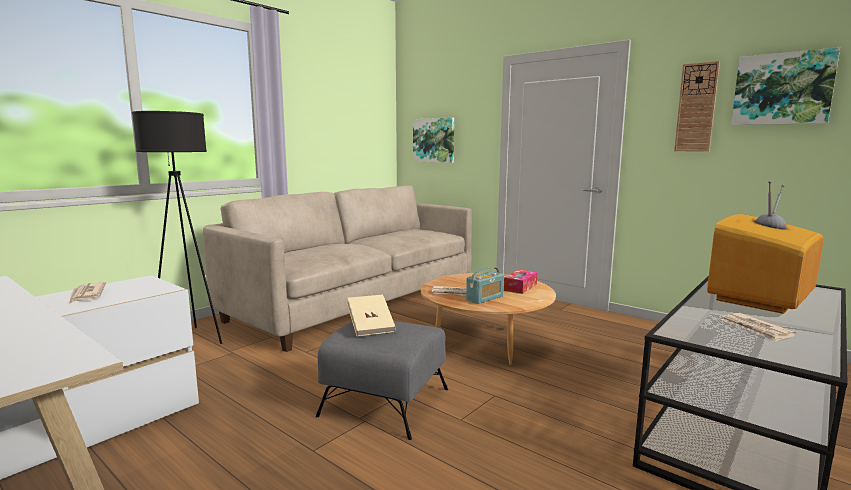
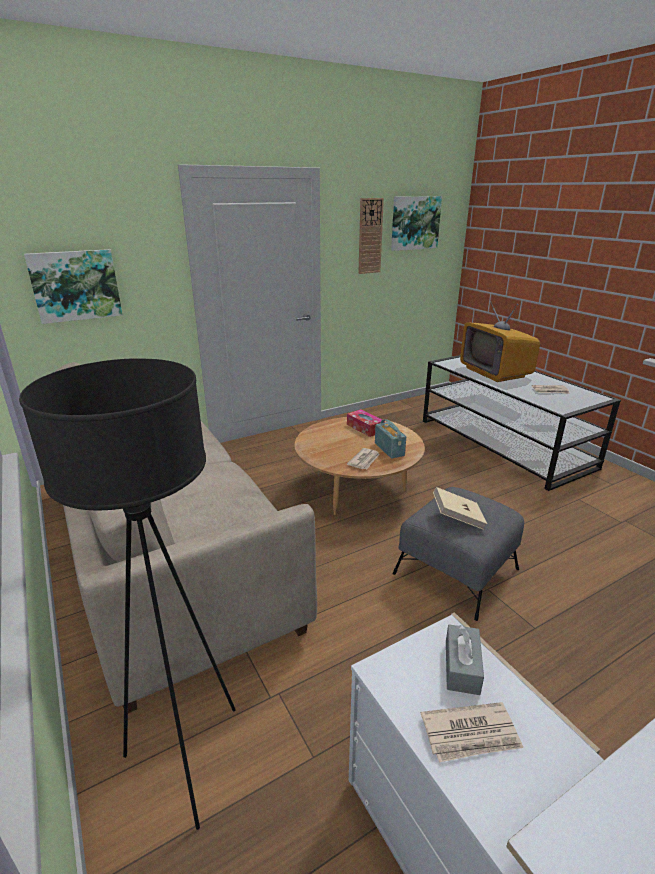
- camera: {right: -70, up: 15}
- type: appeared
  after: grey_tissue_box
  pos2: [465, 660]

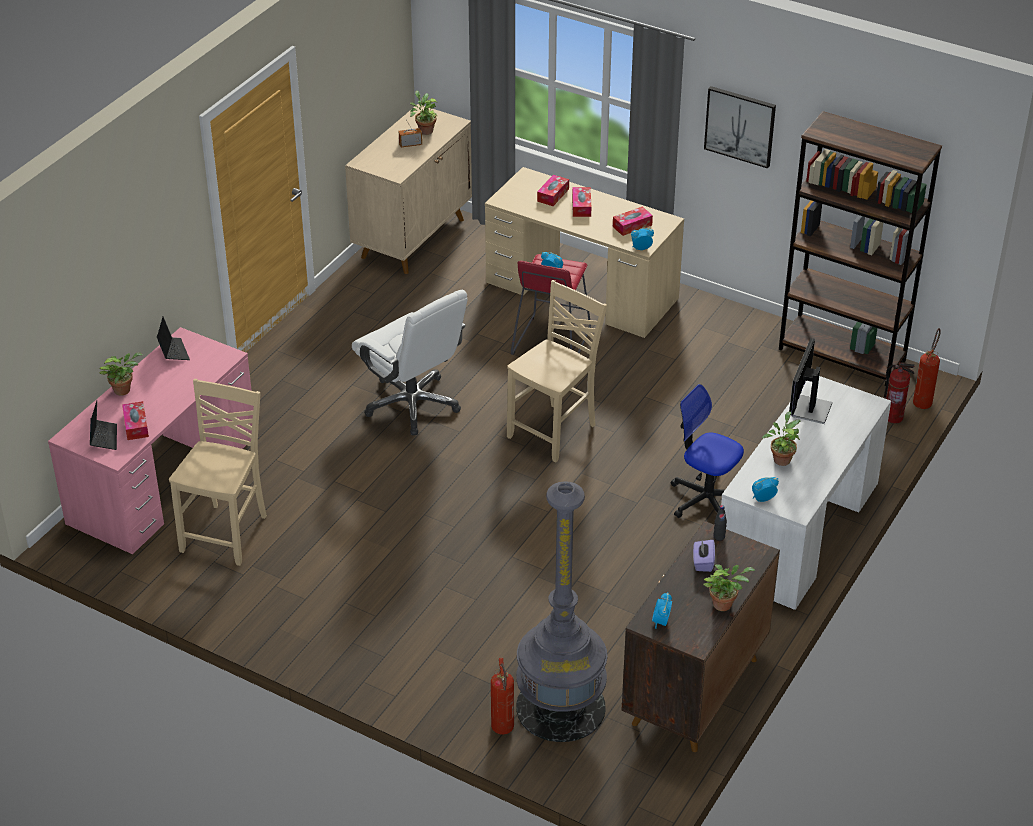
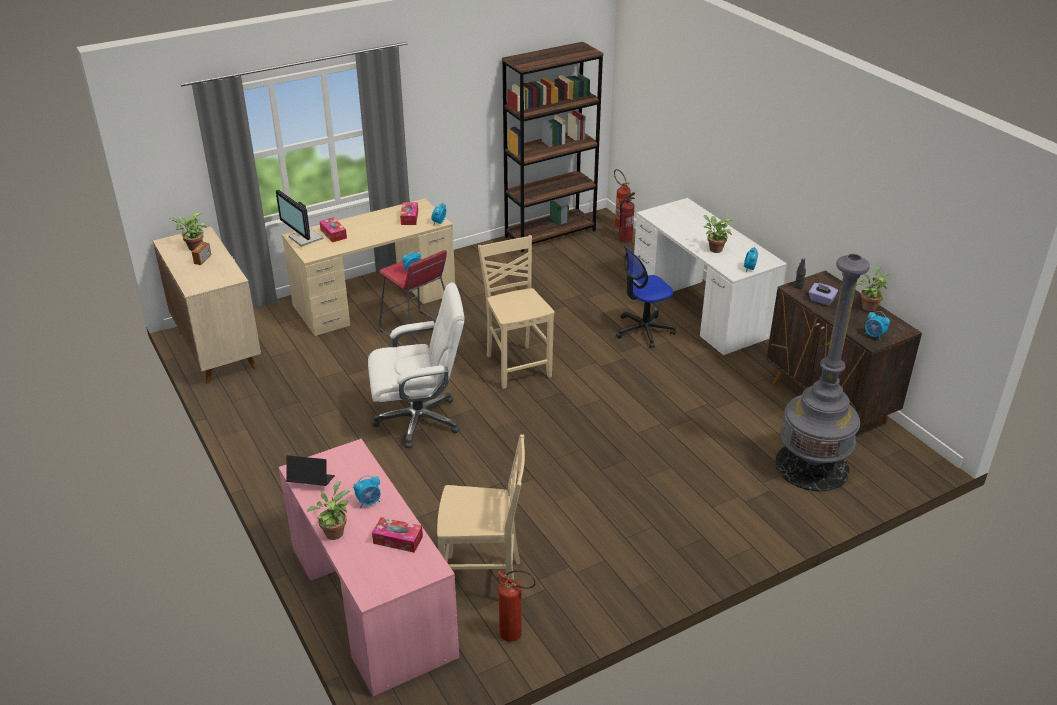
- camera: {right: -60, up: -5}
- type: missing
  before: laptop
  pos1: [103, 425]
- type: missing
  before: tissue_box
  pos1: [581, 202]
- type: missing
  before: picture
  pos1: [740, 127]
- type: appeared
  after: alarm_clock
  pos2: [366, 491]
- type: relocated
  before: fire_extinguisher
  pos1: [502, 696]
  pos2: [515, 606]
- type: relocated
  before: monitor
  pos1: [810, 381]
  pos2: [300, 218]
- type: spun
  before: beige_chair
  pos1: [218, 472]
  pos2: [481, 507]
  turn: 135

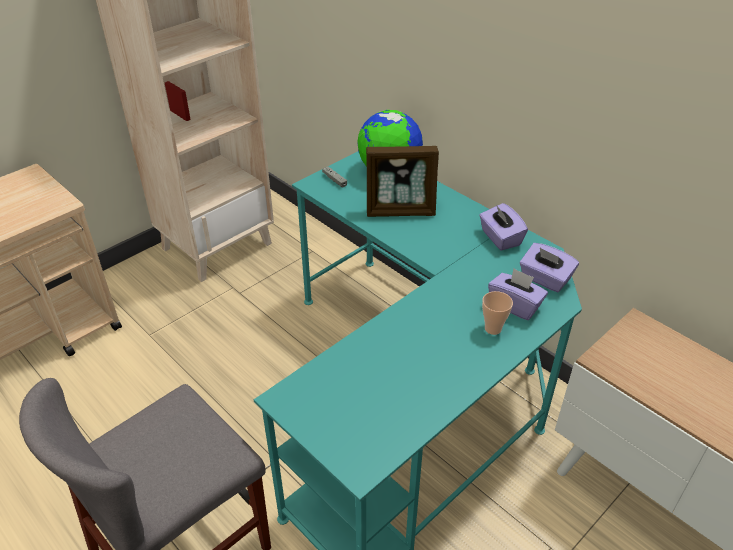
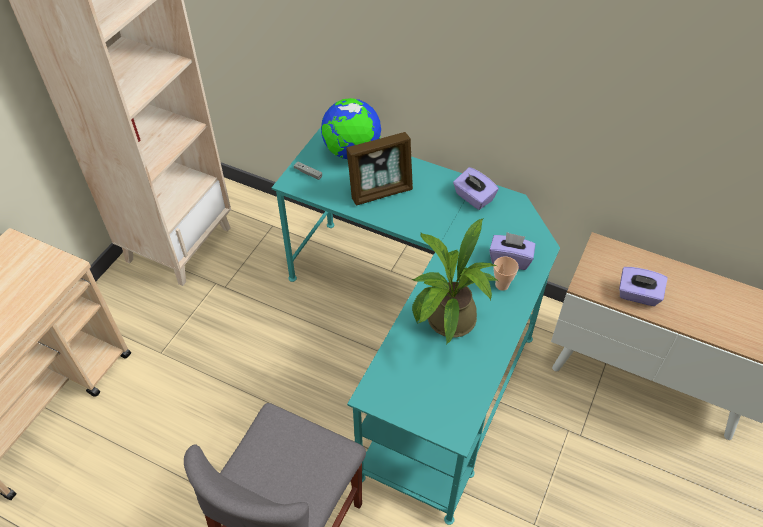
- camera: {right: -20, up: 10}
- type: appeared
  after: potted_plant
  pos2: [455, 281]
- type: relocated
  before: purple_tissue_box
  pos1: [549, 267]
  pos2: [643, 286]

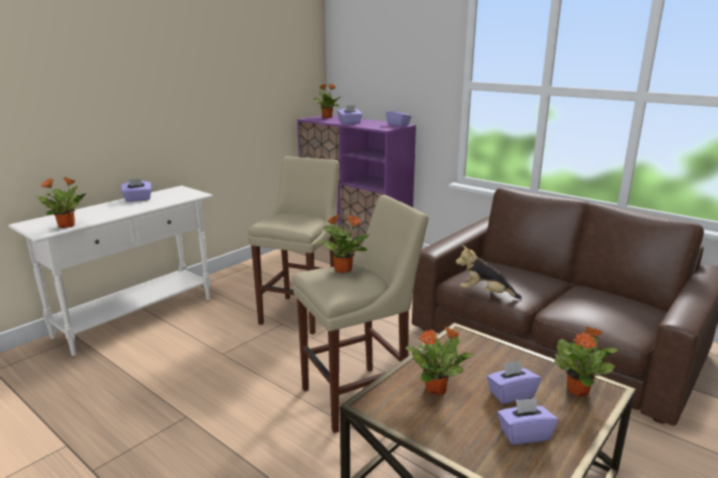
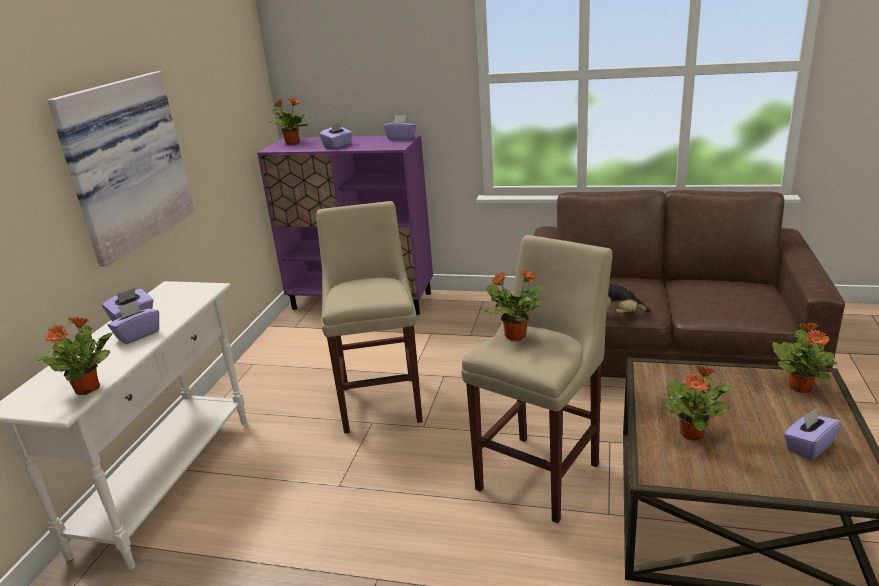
- camera: {right: -25, up: 5}
- type: appeared
  after: picture
  pos2: [121, 169]
- type: relocated
  before: purple_tissue_box
  pos1: [514, 382]
  pos2: [133, 322]

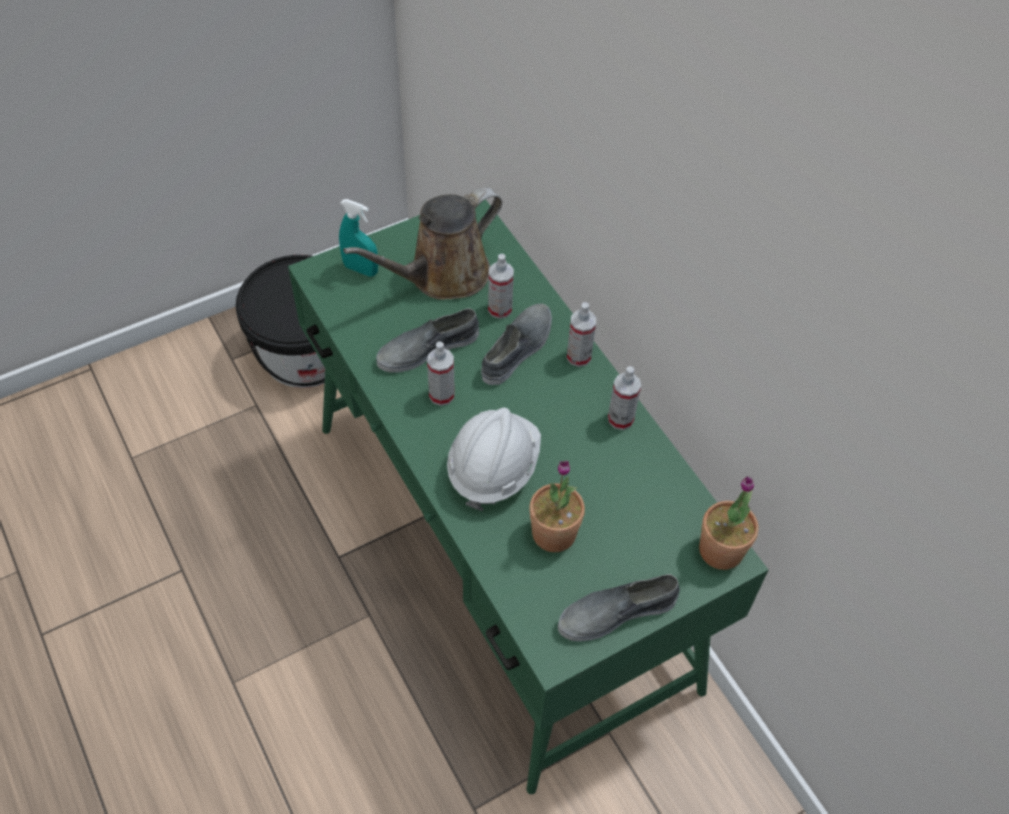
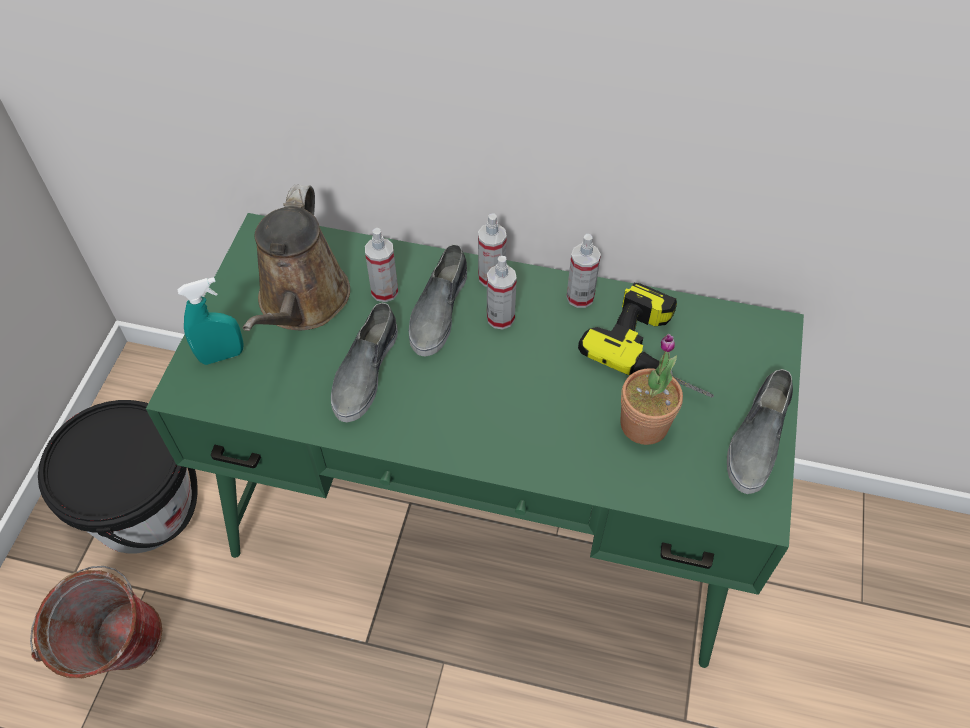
- camera: {right: -45, up: 0}
- type: missing
  before: white_hard_hat
  pos1: [494, 459]
- type: missing
  before: potted_plant
  pos1: [729, 523]
- type: appeared
  after: bucket
  pos2: [96, 622]
- type: appeared
  after: power_drill
  pos2: [646, 340]
- type: relocated
  before: spray_bottle
  pos1: [441, 374]
  pos2: [502, 293]
- type: spun
  before: grey_shoe
  pos1: [516, 344]
  pos2: [438, 300]
  turn: -150

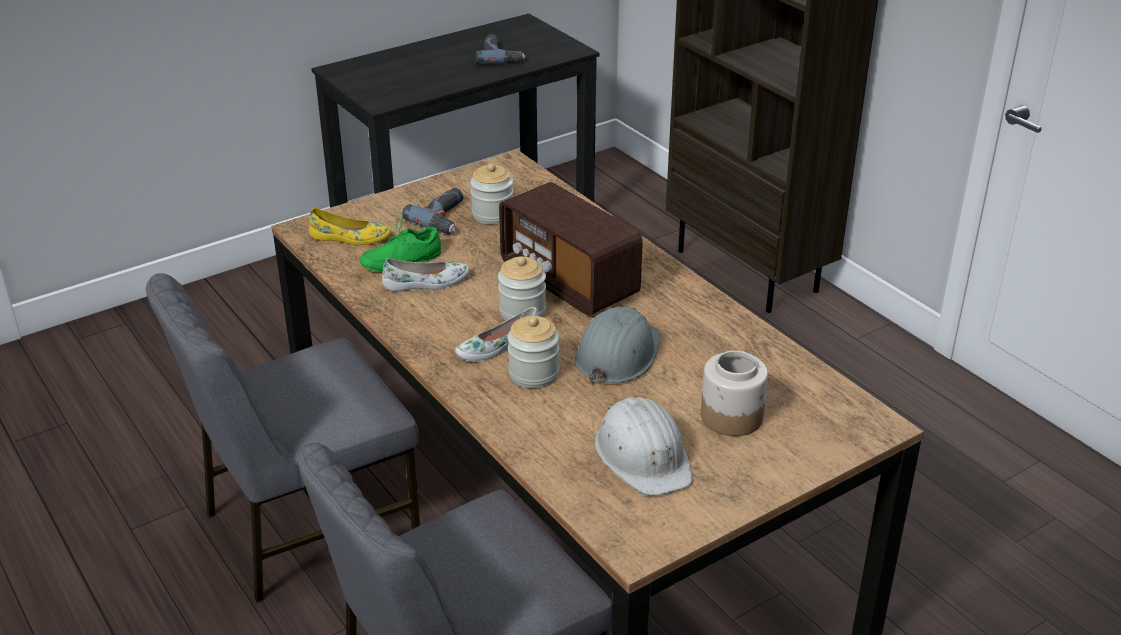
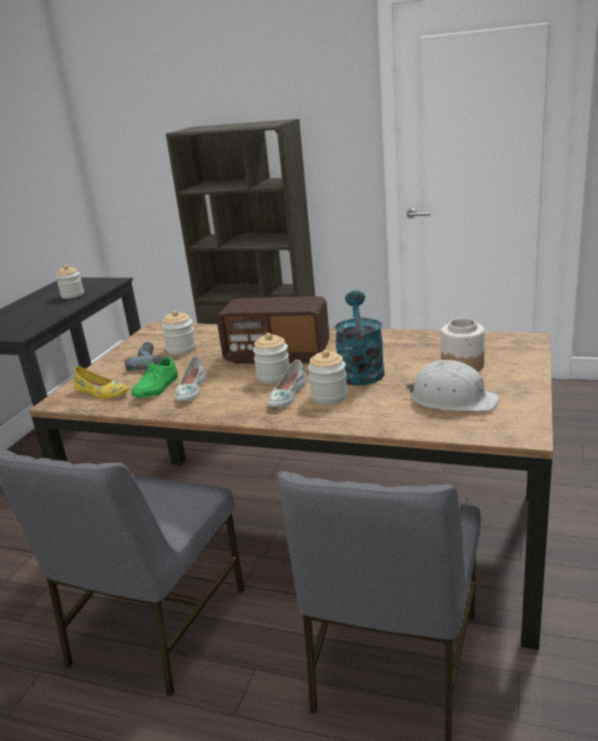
- camera: {right: -35, up: -10}
- type: exchanged
  before: power_drill
  after: jar
  pos1: [500, 49]
  pos2: [70, 282]
- type: exchanged
  before: grey_hard_hat
  after: turquoise_watering_can
  pos1: [617, 345]
  pos2: [360, 338]
- type: spun
  before: yellow_shoe
  pos1: [350, 227]
  pos2: [101, 382]
  turn: 60
- type: spun
  before: white_shoe
  pos1: [426, 274]
  pos2: [190, 378]
  turn: 150

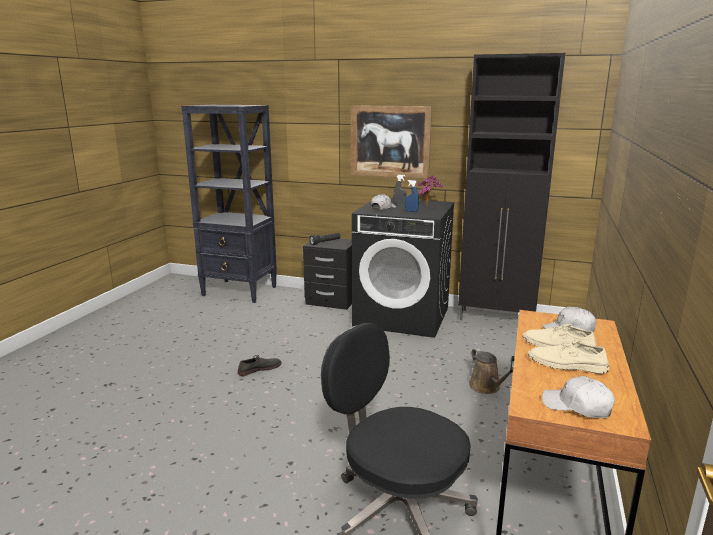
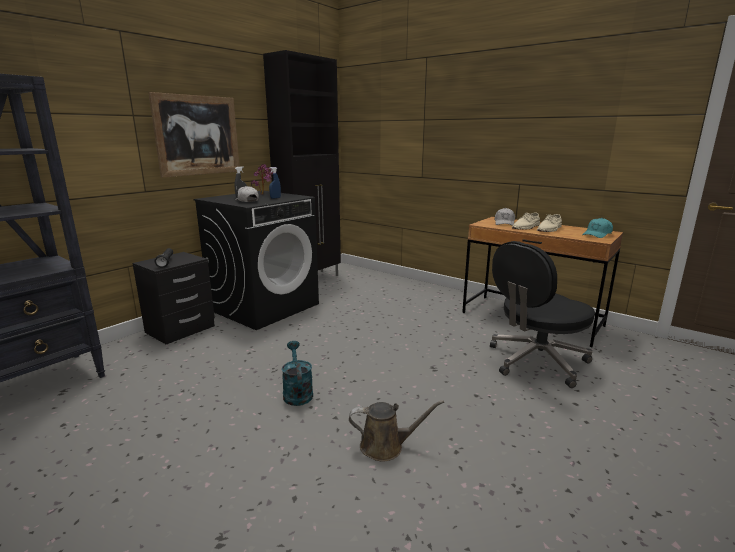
- camera: {right: -70, up: 0}
- type: relocated
  before: brown_watering_can
  pos1: [490, 371]
  pos2: [396, 431]
- type: exchanged
  before: grey_shoe
  after: turquoise_watering_can
  pos1: [260, 365]
  pos2: [297, 373]
- type: colour
  before: white_cap
  after: turquoise_cap
  pos1: [578, 397]
  pos2: [597, 228]

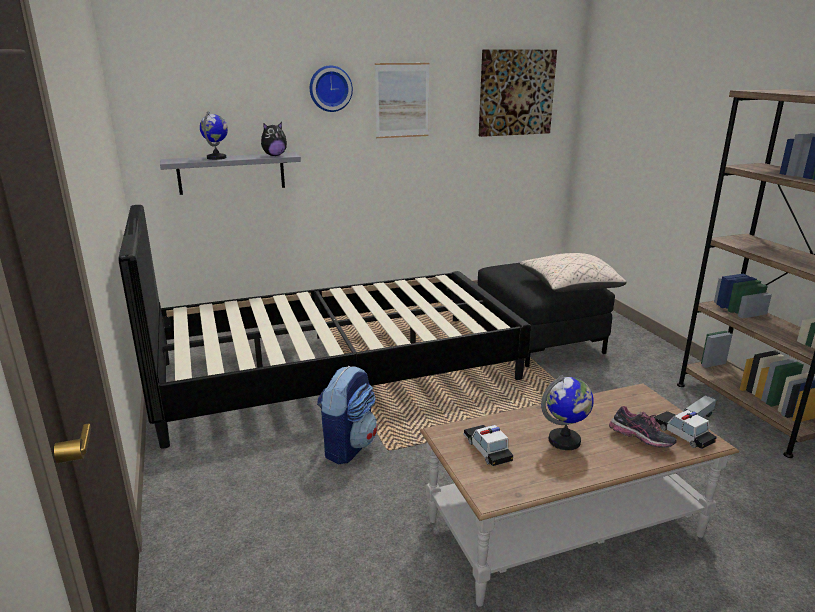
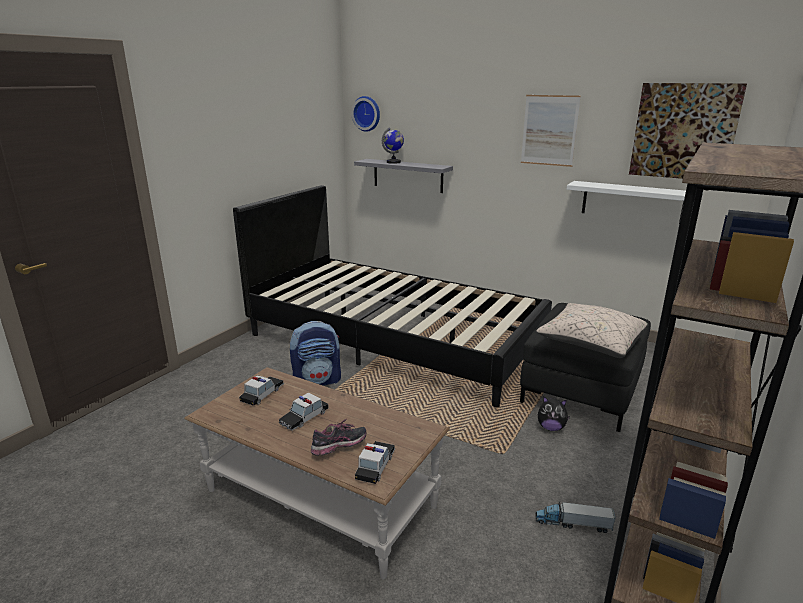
- camera: {right: 50, up: 0}
- type: appeared
  after: white_shelf
  pos2: [635, 202]
- type: relocated
  before: plush_toy
  pos1: [274, 139]
  pos2: [554, 414]
- type: relocated
  before: wall_clock
  pos1: [331, 88]
  pos2: [365, 114]
- type: exchanged
  before: globe
  after: toy_car
  pos1: [567, 412]
  pos2: [304, 411]
- type: spun
  before: shoe
  pos1: [643, 427]
  pos2: [338, 437]
  turn: -120

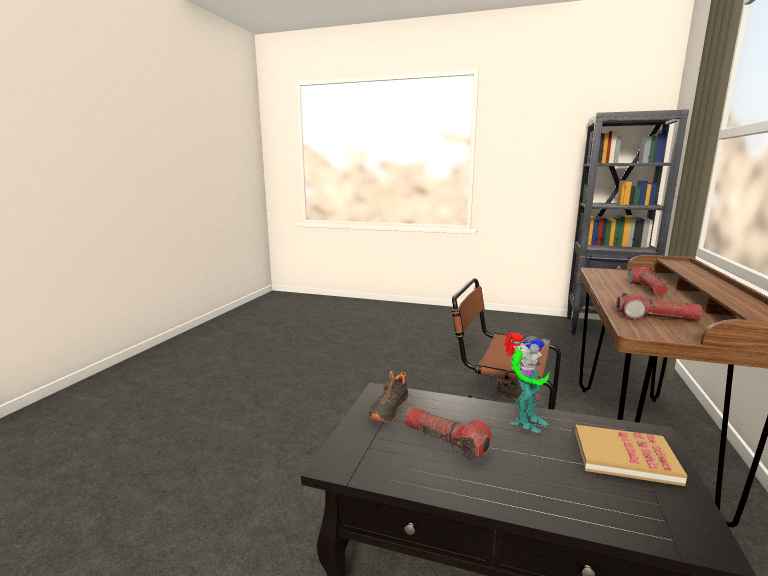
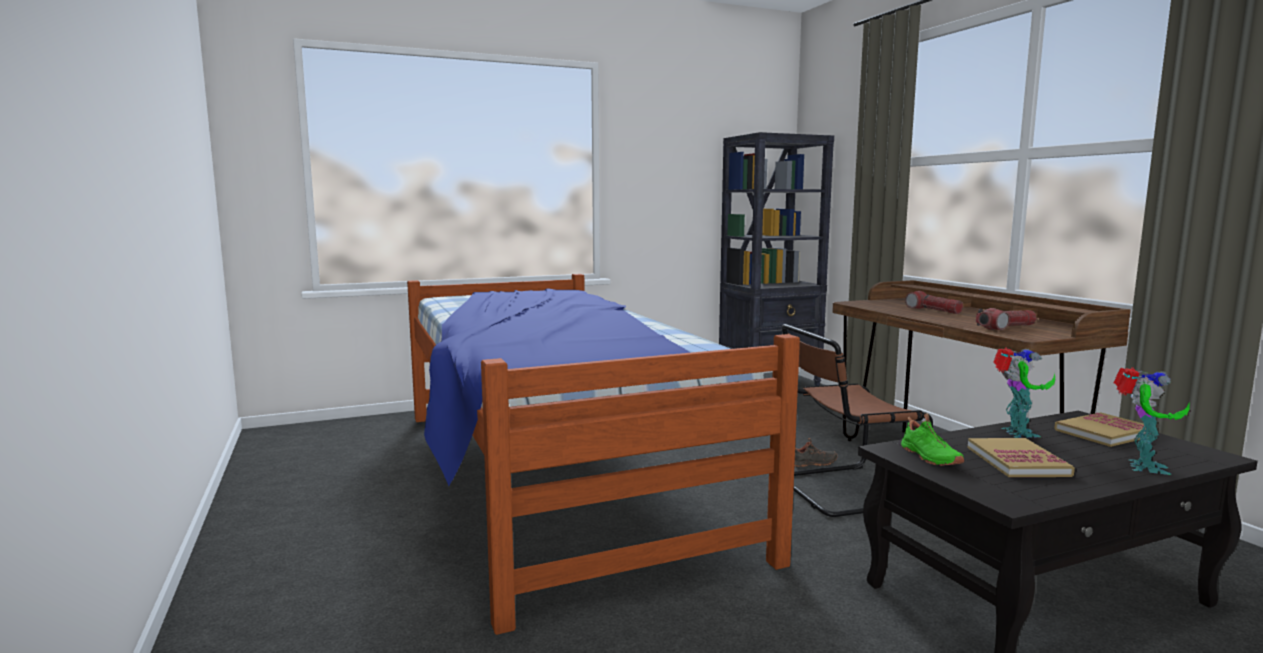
- camera: {right: -40, up: -5}
- type: appeared
  after: bed
  pos2: [603, 454]
- type: appeared
  after: toy_robot
  pos2: [1151, 421]
- type: exchanged
  before: flashlight
  after: book
  pos1: [448, 434]
  pos2: [1021, 457]
- type: colour
  before: black_shoe
  after: green_shoe
  pos1: [389, 396]
  pos2: [932, 439]

